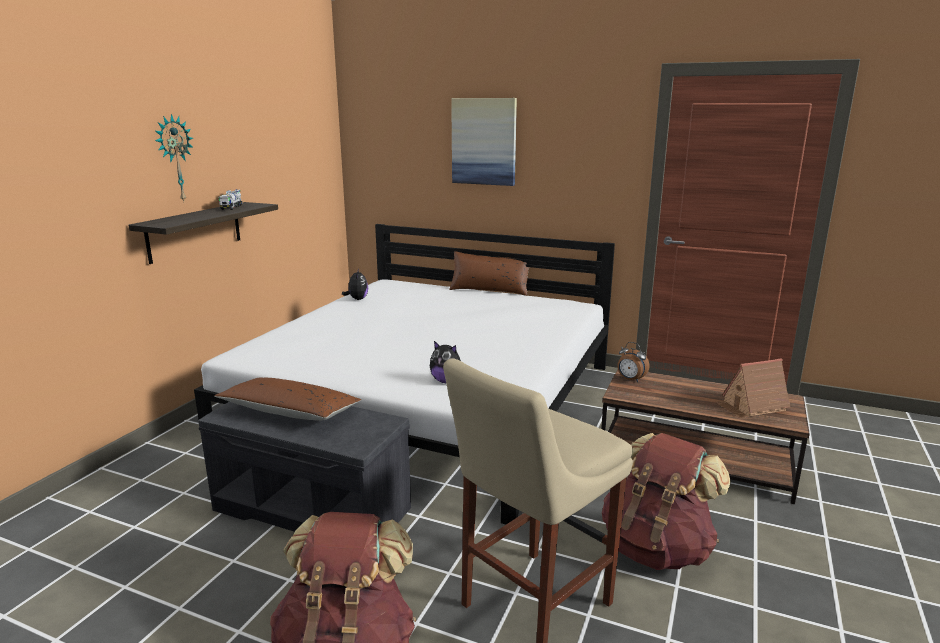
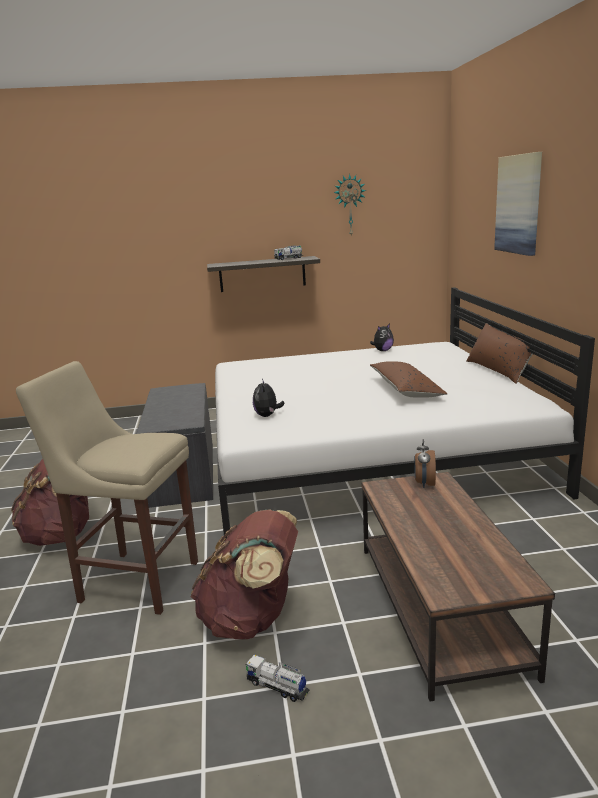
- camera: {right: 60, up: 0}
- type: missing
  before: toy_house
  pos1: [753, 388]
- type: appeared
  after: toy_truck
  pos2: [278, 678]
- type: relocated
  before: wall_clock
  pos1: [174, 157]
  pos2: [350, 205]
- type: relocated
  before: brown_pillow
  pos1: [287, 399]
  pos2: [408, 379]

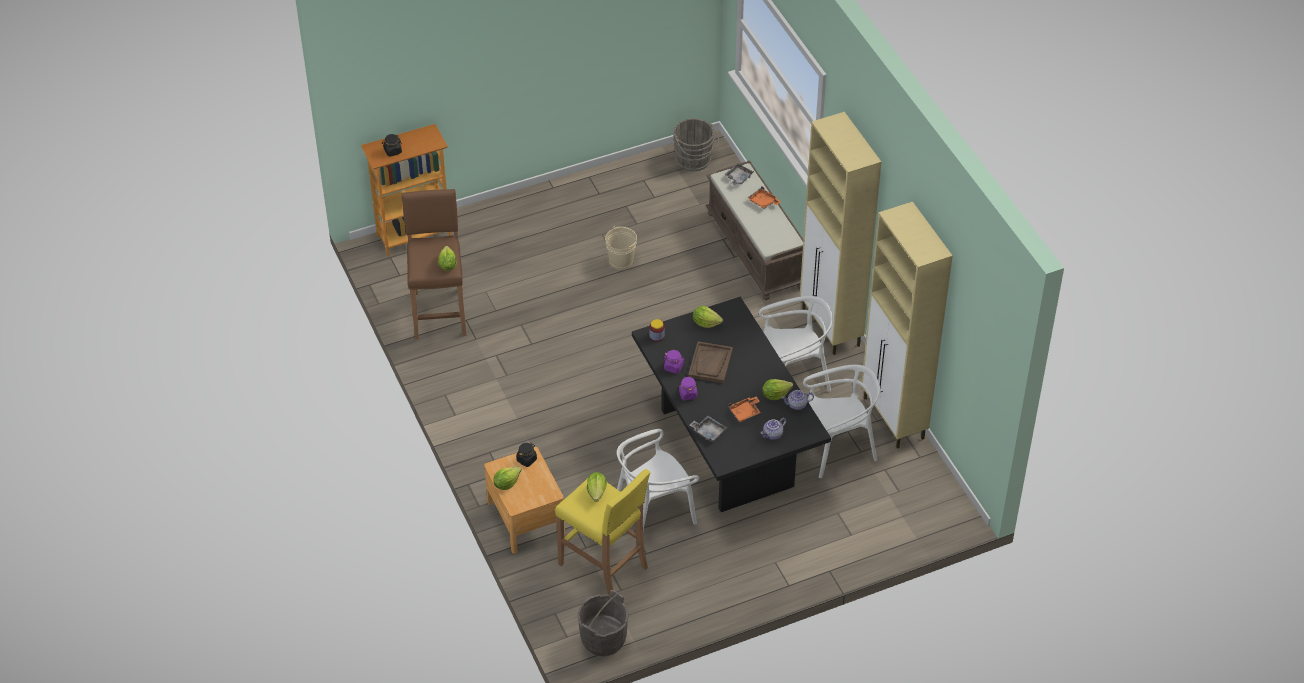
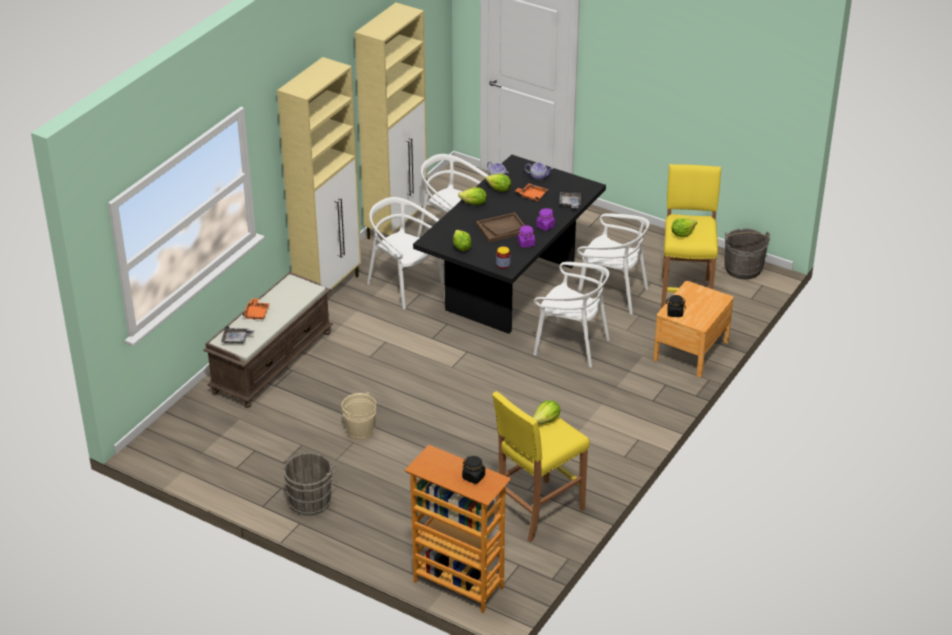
- camera: {right: -125, up: -10}
- type: appeared
  after: white_chair
  pos2: [571, 314]
- type: relocated
  before: lettuce
  pos1: [507, 478]
  pos2: [472, 196]
- type: relocated
  before: grey_bucket
  pos1: [696, 144]
  pos2: [310, 484]
- type: colour
  before: brown_stool
  after: yellow_stool
  pos1: [434, 264]
  pos2: [541, 466]

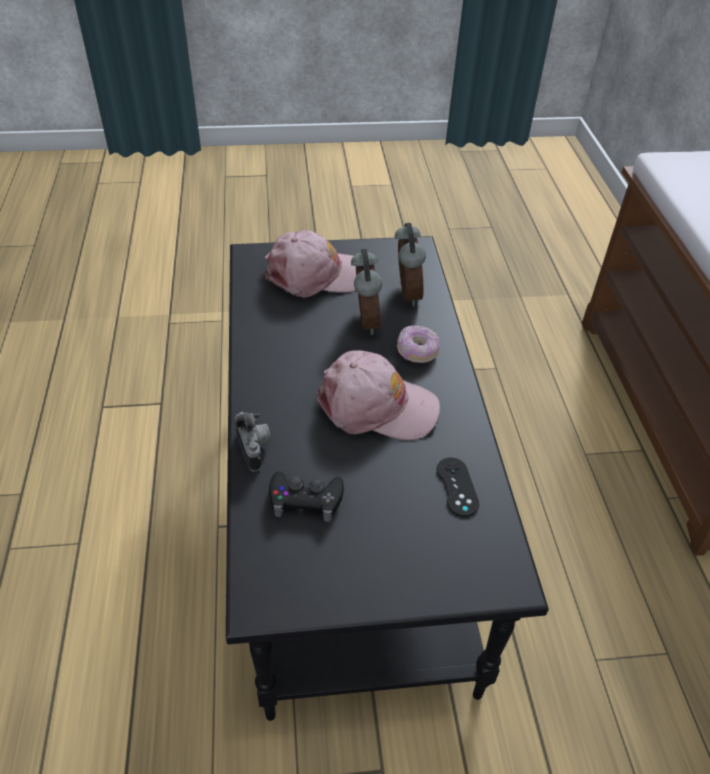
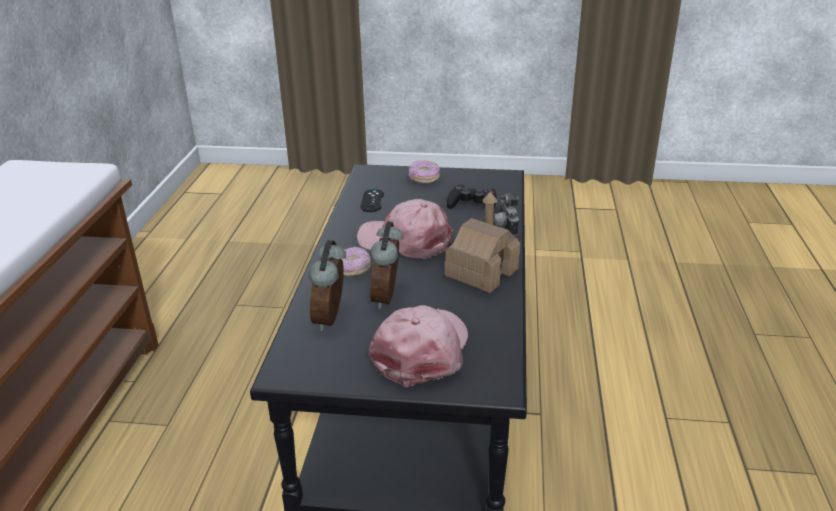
- camera: {right: -165, up: -15}
- type: appeared
  after: donut
  pos2: [424, 172]
- type: appeared
  after: toy_house
  pos2: [482, 242]
- type: spun
  before: pink_cap
  pos1: [310, 264]
  pos2: [418, 346]
  turn: 105

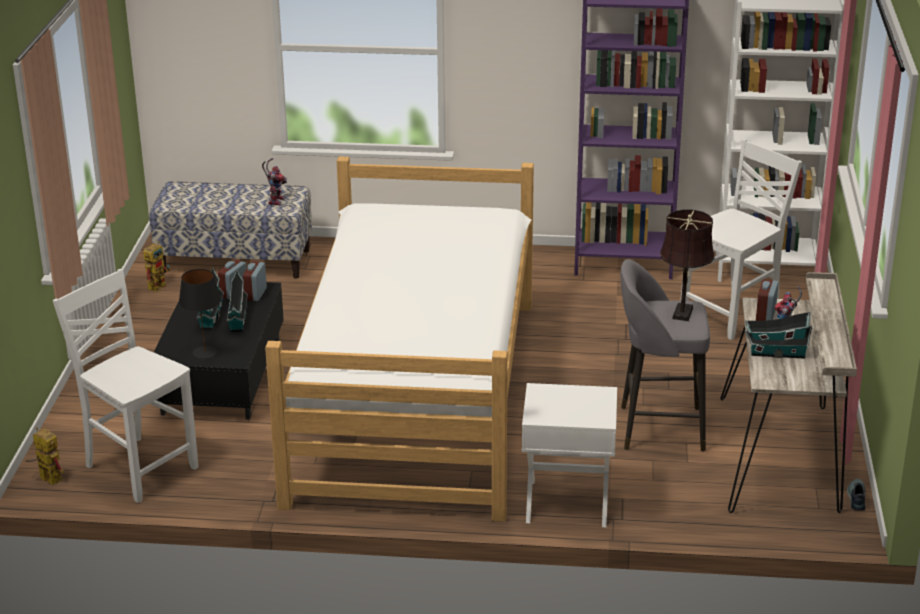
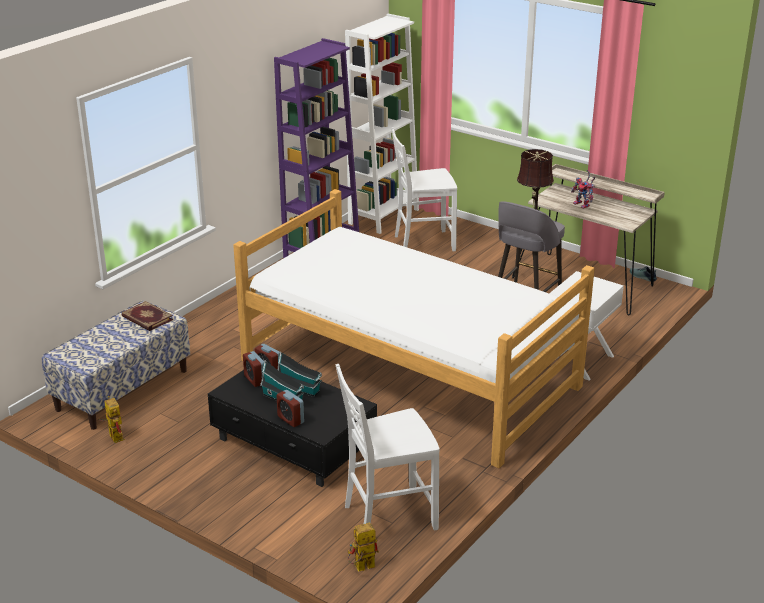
- camera: {right: -60, up: 0}
- type: missing
  before: black_table_lamp
  pos1: [200, 314]
- type: missing
  before: toy_house
  pos1: [778, 335]
- type: relocated
  before: alarm_clock
  pos1: [767, 300]
  pos2: [290, 408]
- type: exchanged
  before: toy_robot
  after: book
  pos1: [274, 182]
  pos2: [147, 316]
- type: spun
  before: white_chair
  pos1: [741, 239]
  pos2: [424, 189]
  turn: -90

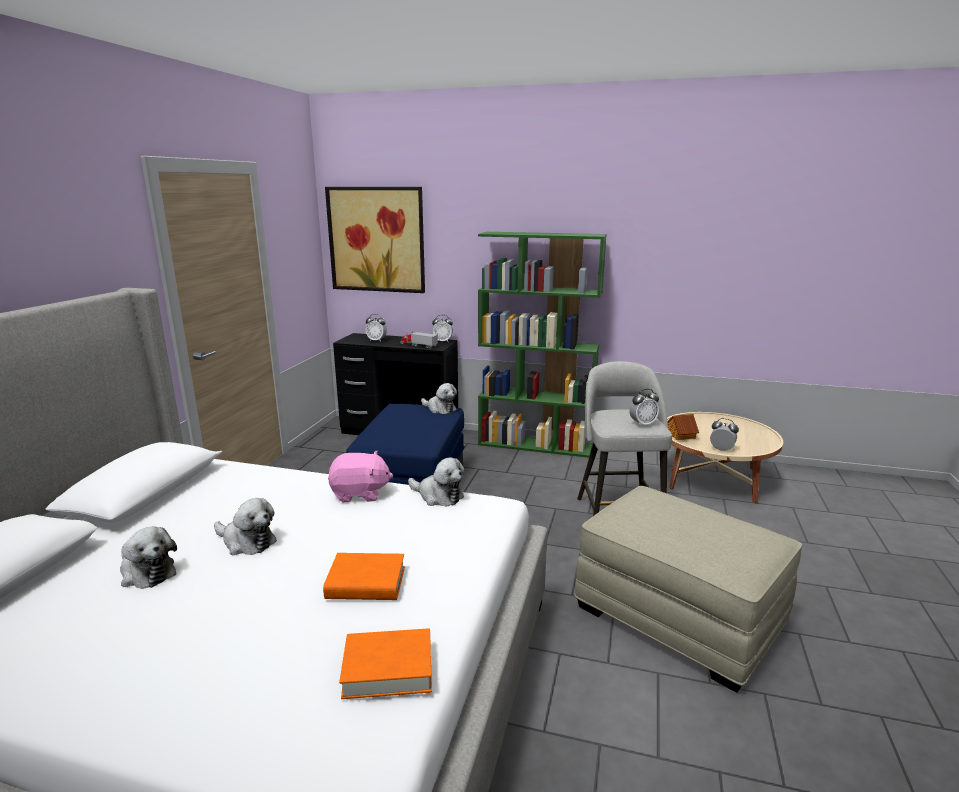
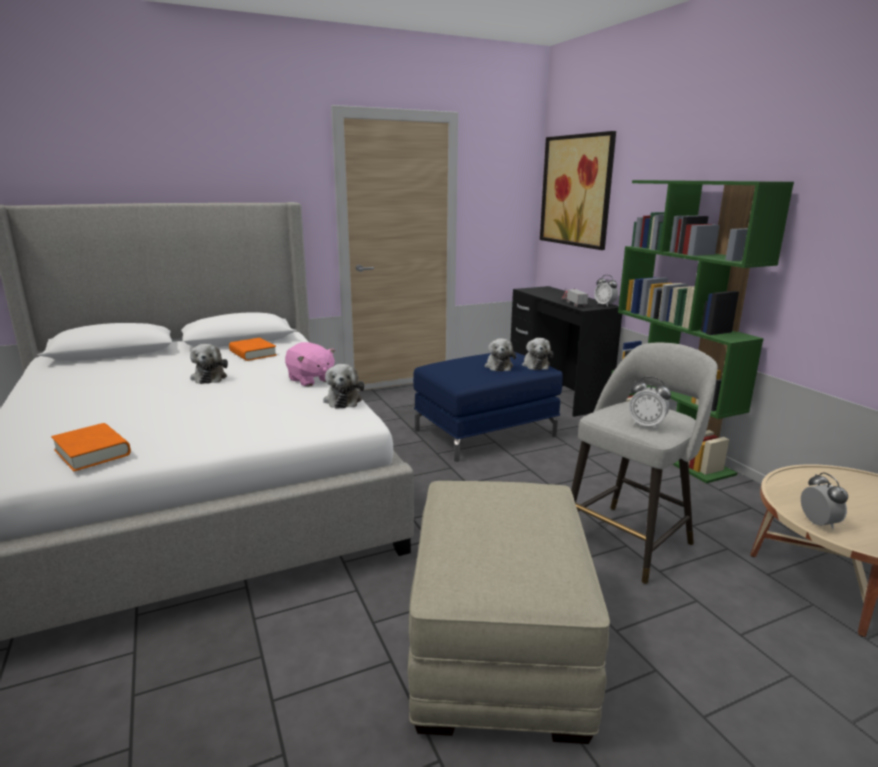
- camera: {right: 50, up: 0}
- type: missing
  before: alarm_clock
  pos1: [376, 328]
- type: missing
  before: toy_house
  pos1: [683, 427]
- type: relocated
  before: plush_toy
  pos1: [148, 557]
  pos2: [500, 354]
- type: relocated
  before: orange_book
  pos1: [364, 576]
  pos2: [253, 349]

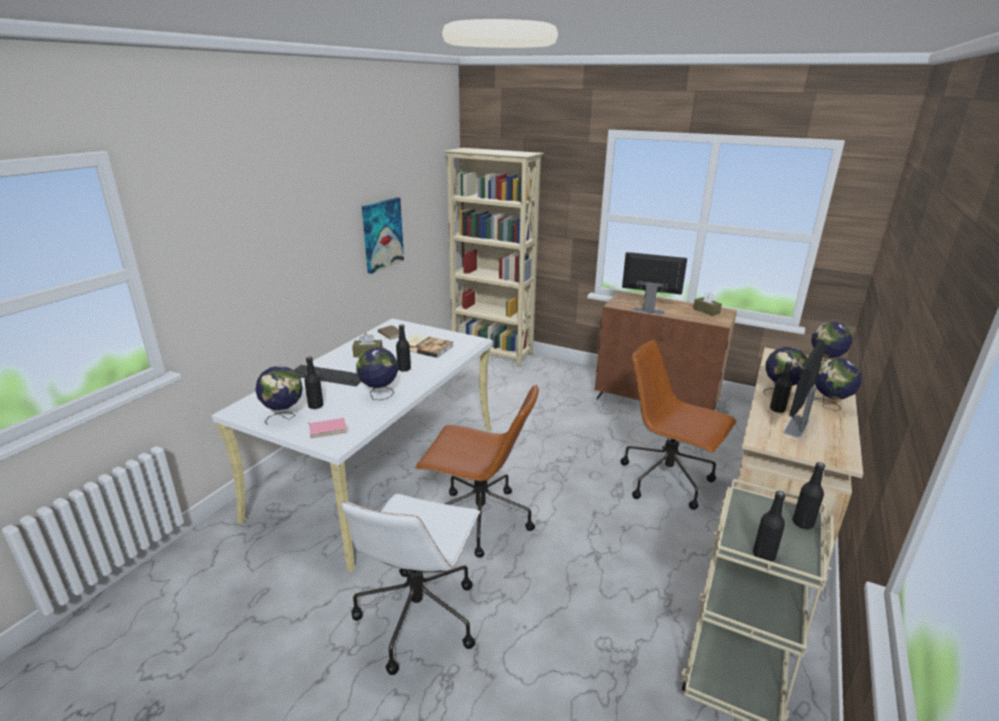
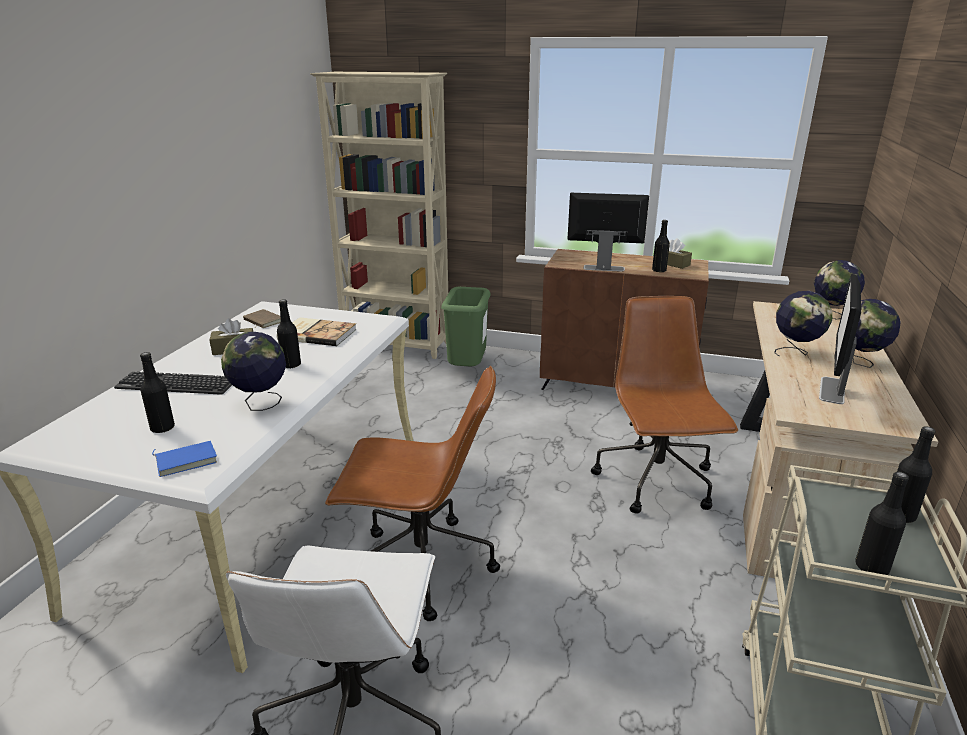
- camera: {right: -10, up: 0}
- type: missing
  before: globe
  pos1: [279, 395]
- type: missing
  before: picture
  pos1: [383, 235]
- type: appeared
  after: green_trash_can
  pos2: [466, 326]
- type: relocated
  before: black_bottle
  pos1: [781, 387]
  pos2: [661, 246]
- type: colour
  before: pink_book
  after: blue_book
  pos1: [327, 428]
  pos2: [184, 459]
- type: spun
  before: brown_office_chair
  pos1: [679, 425]
  pos2: [664, 405]
  turn: 60

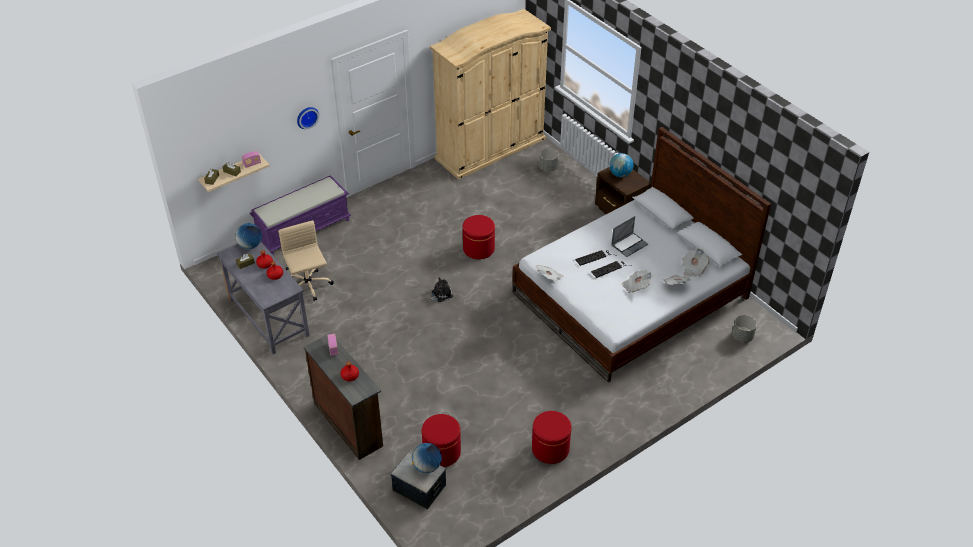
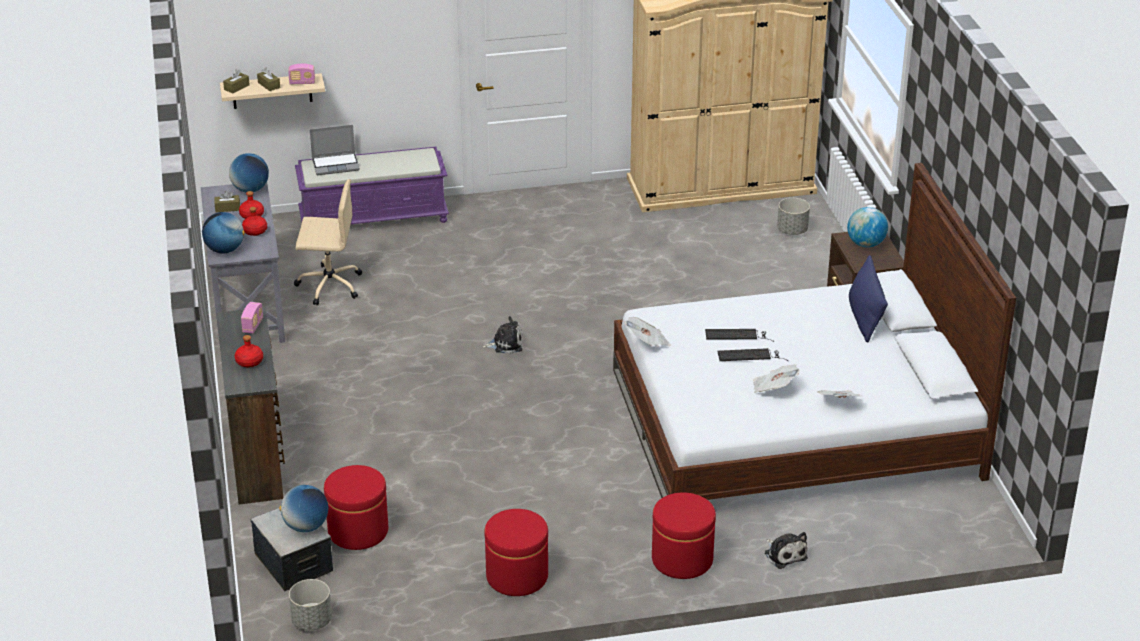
- camera: {right: 25, up: -10}
- type: missing
  before: wall_clock
  pos1: [308, 118]
- type: missing
  before: newspaper
  pos1: [696, 262]
- type: appeared
  after: globe
  pos2: [223, 232]
- type: appeared
  after: plush_toy
  pos2: [786, 550]
- type: appeared
  after: blue_pillow
  pos2: [868, 298]
- type: relocated
  before: red_ottoman
  pos1: [478, 237]
  pos2: [684, 535]
- type: relocated
  before: laptop
  pos1: [629, 236]
  pos2: [335, 150]
- type: relocated
  before: grey_planter
  pos1: [744, 329]
  pos2: [310, 605]
- type: spun
  before: beige_office_chair
  pos1: [306, 260]
  pos2: [328, 242]
  turn: 90

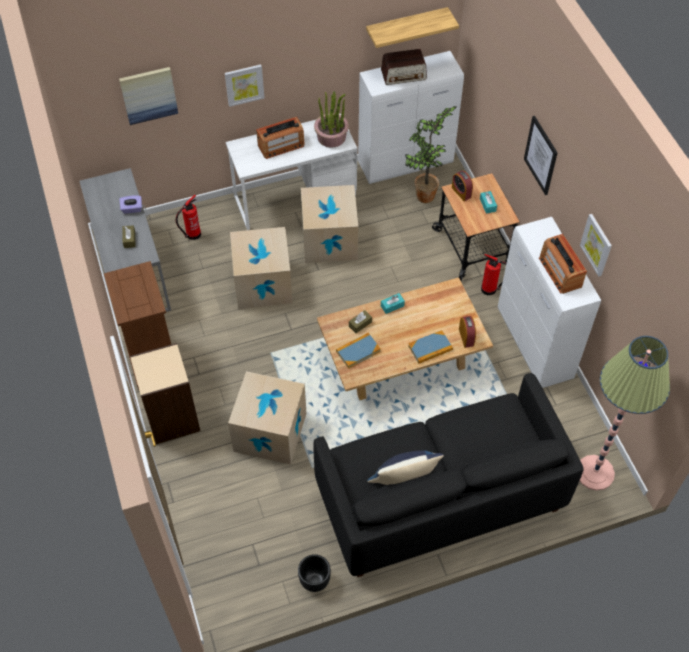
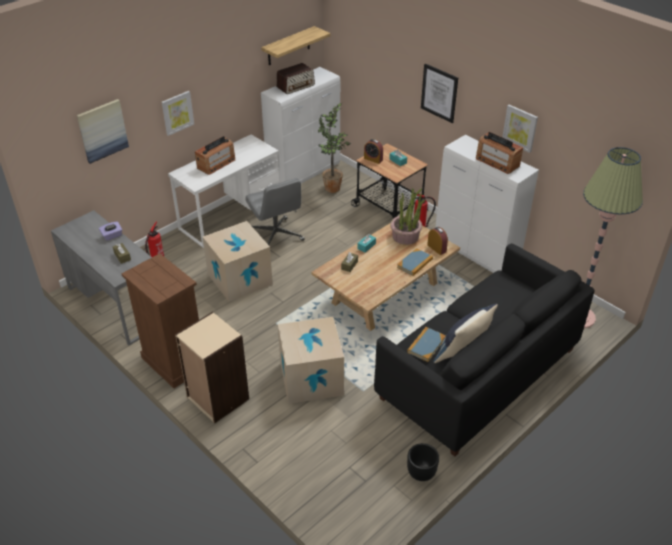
- camera: {right: -25, up: -15}
- type: relocated
  before: potted_plant
  pos1: [331, 119]
  pos2: [407, 216]
- type: relocated
  before: book
  pos1: [358, 351]
  pos2: [426, 344]
- type: exchanged
  before: cardboard_box
  after: grey_office_chair
  pos1: [329, 224]
  pos2: [275, 211]

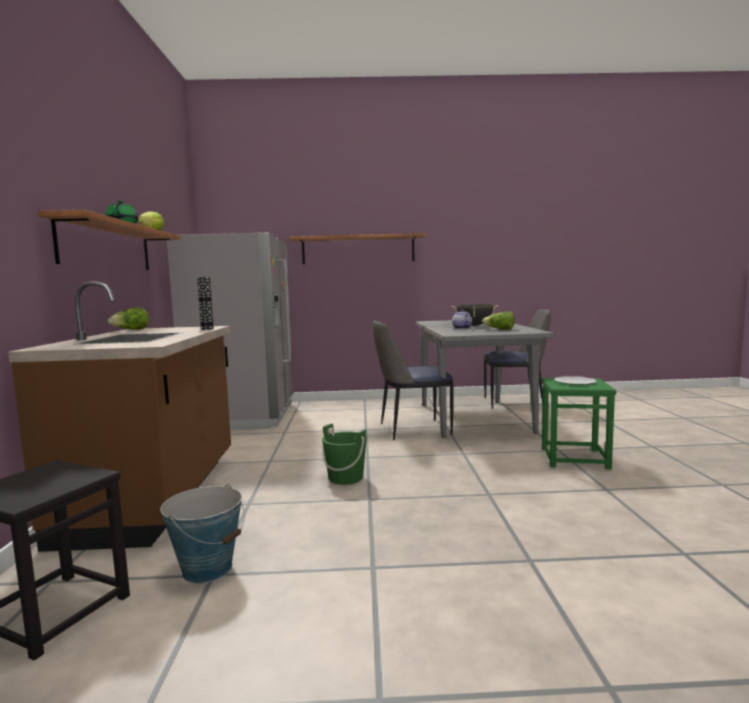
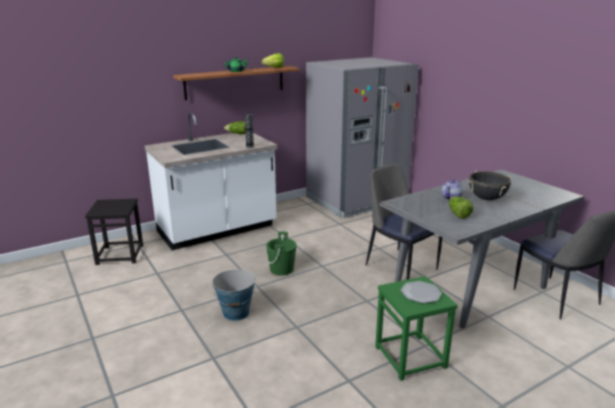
- camera: {right: 60, up: 15}
- type: missing
  before: shelf
  pos1: [358, 248]
- type: relocated
  before: bucket
  pos1: [202, 533]
  pos2: [234, 295]
- type: colour
  before: brown_counter
  after: white_counter
  pos1: [119, 417]
  pos2: [210, 181]

